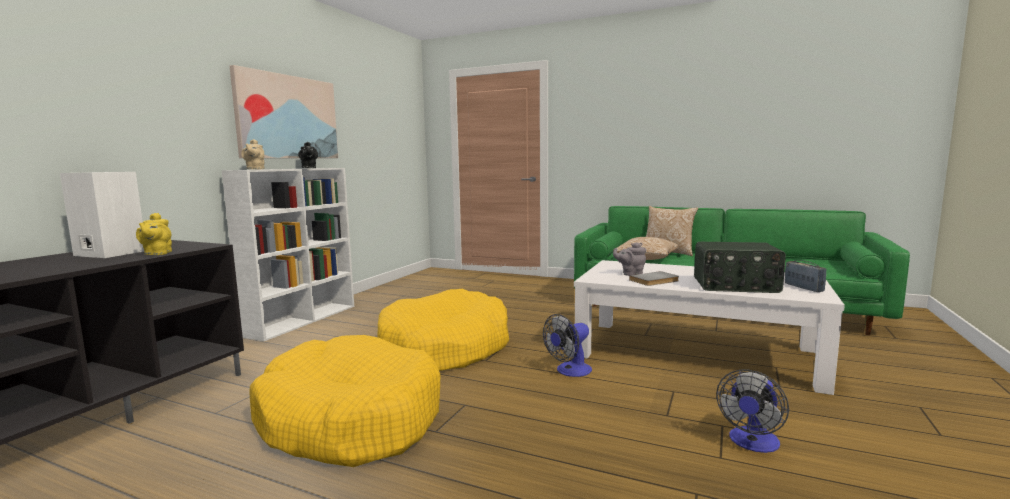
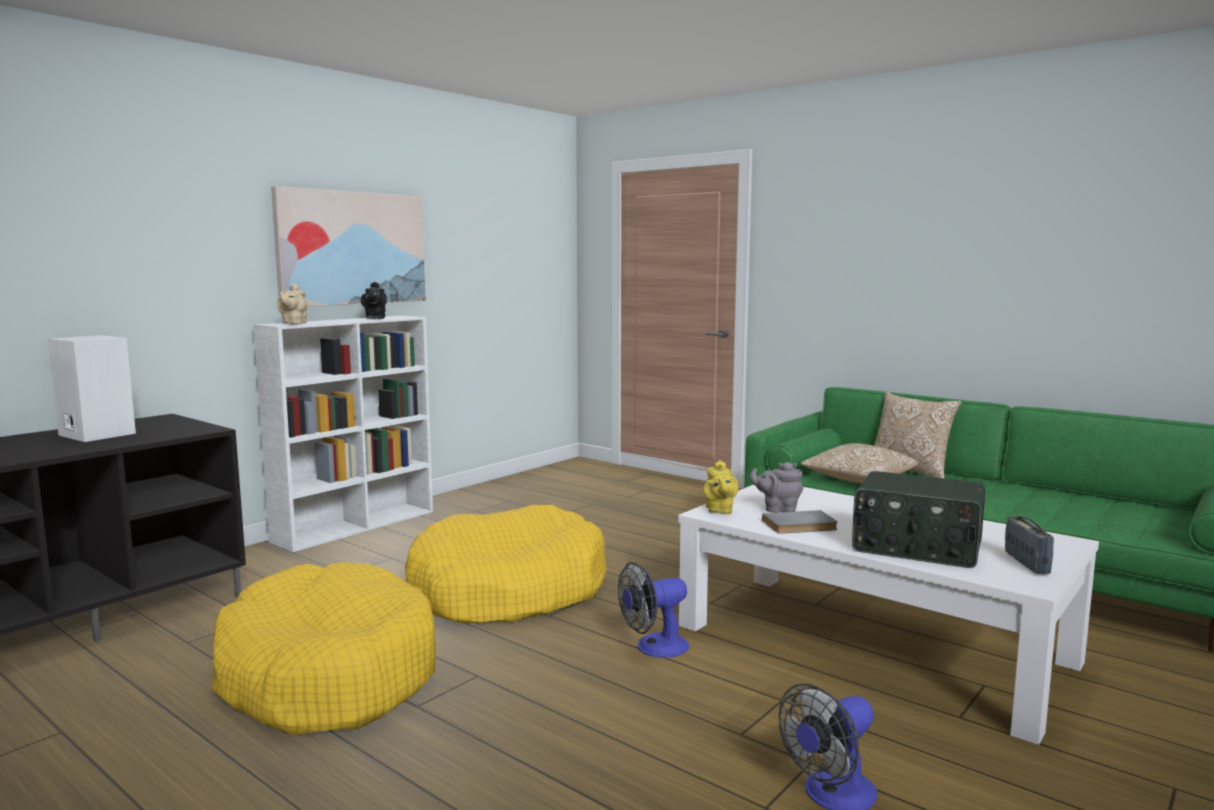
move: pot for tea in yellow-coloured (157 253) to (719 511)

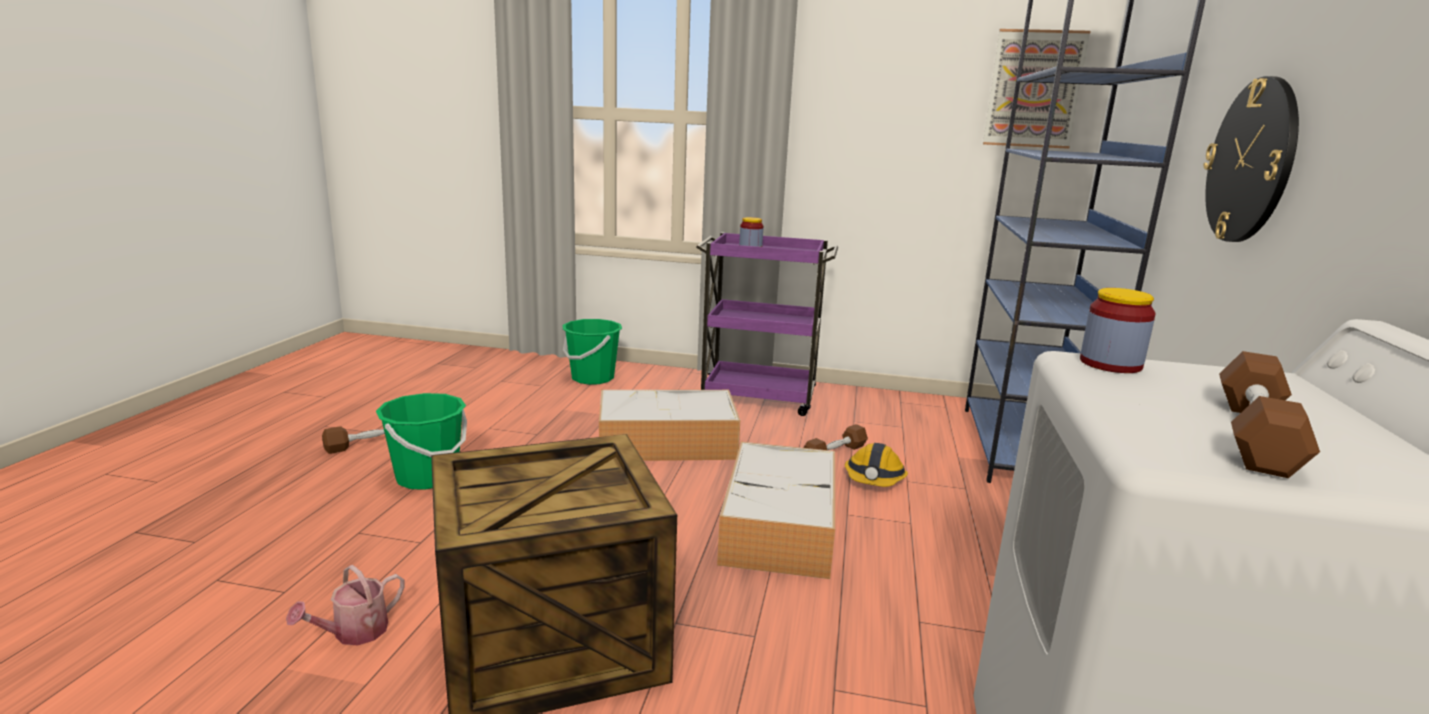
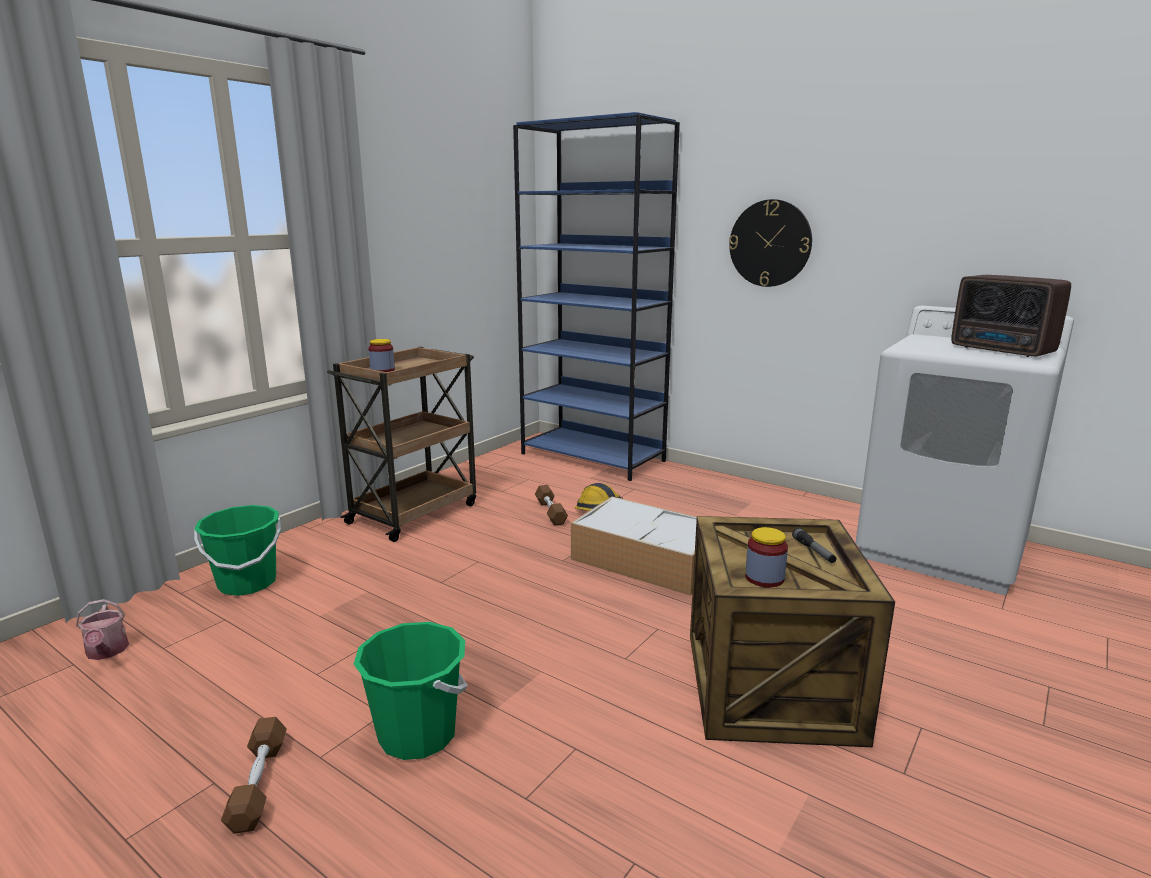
delete: storage box (664 442); wall art (1034 89)
insert: flashlight (813 551)
move: sprinkling can (354 633) to (106 652); jar (1110 364) to (764 578)
replace: dumbbell in brown (1255 435) to radio (1003 351)
recolor: wheeled cart in purple (759 398) to wheeled cart in brown (415 513)

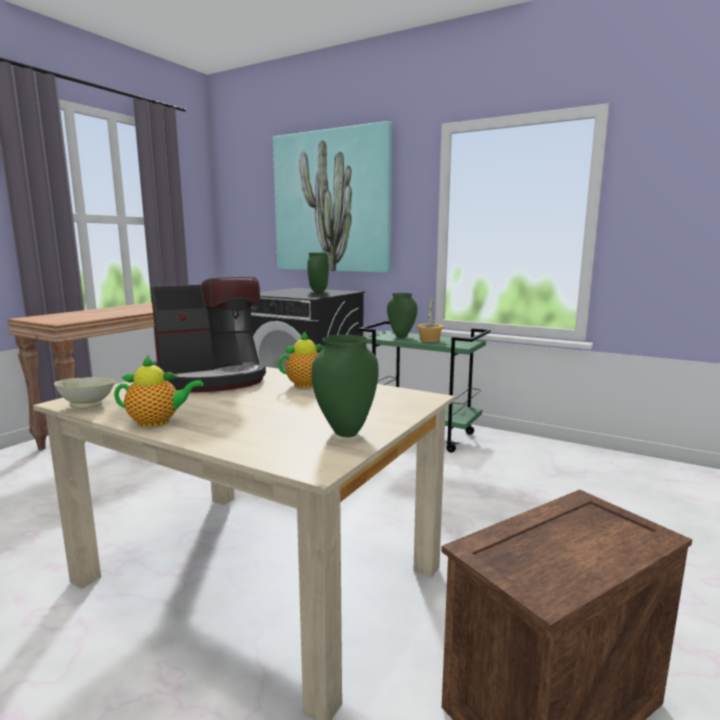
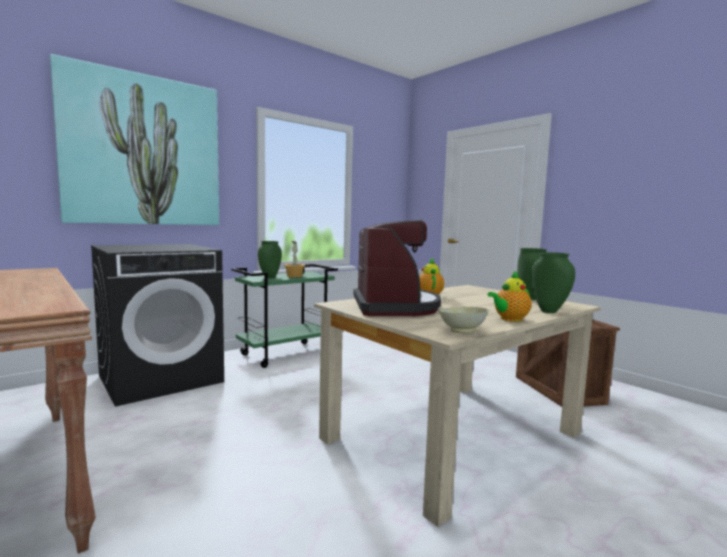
move: decorative vase in green-coloured (318 291) to (548 311)
rotate: pot for tea (158 422) = (509 319) 135 degrees counterclockwise

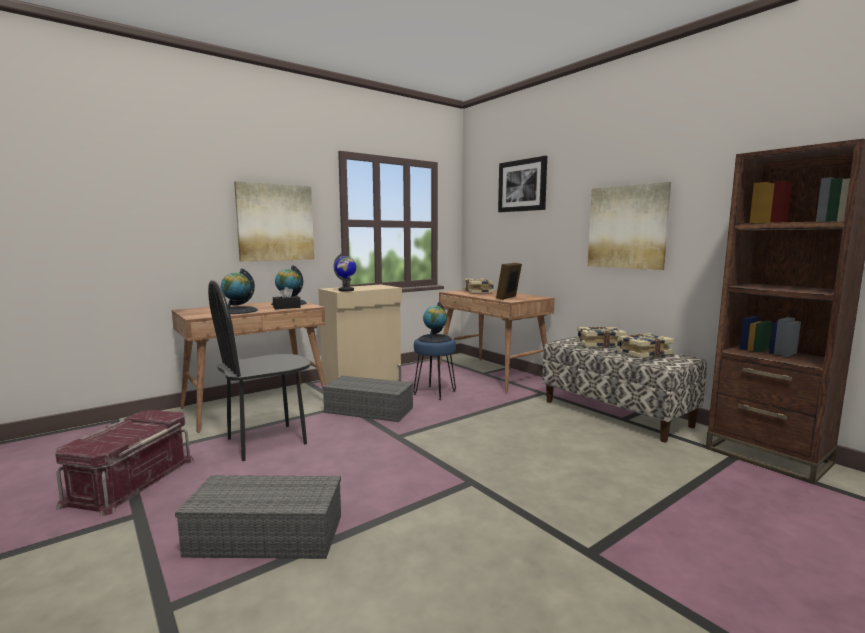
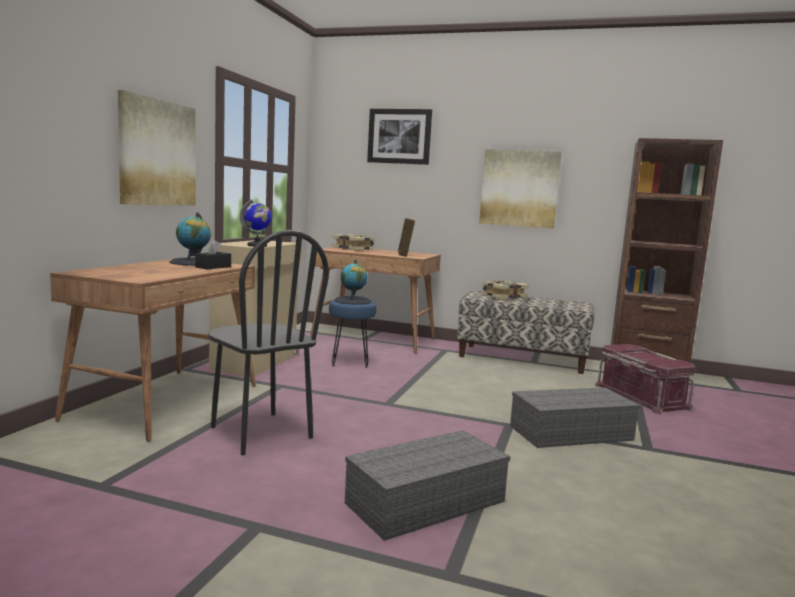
delete: desk globe (237 311); volume (643 353)
move: storage box in red (130 480) to (640 396); storage box in grey (370 410) to (571 432)
rotate: chair in black-coloured (267 441) = (260 432) 60 degrees counterclockwise

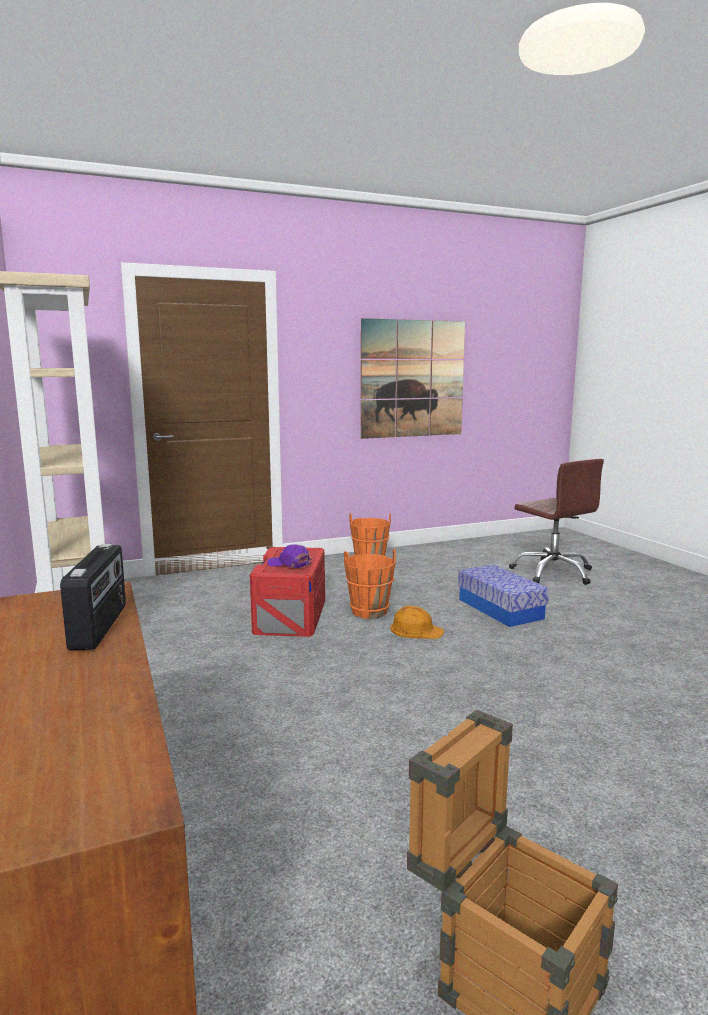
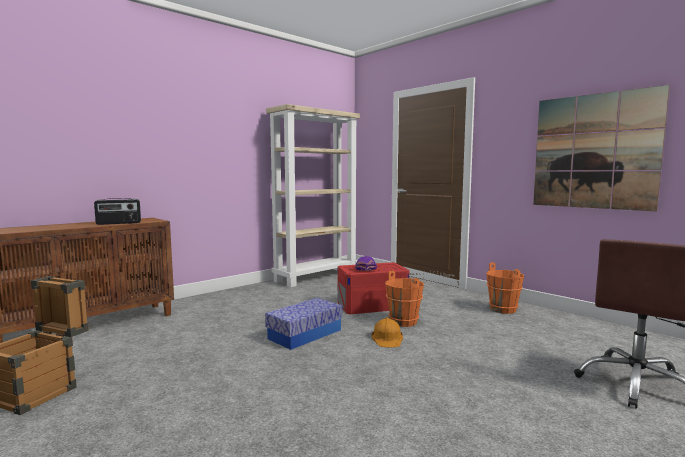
move: storage box (500 609) to (305 334)

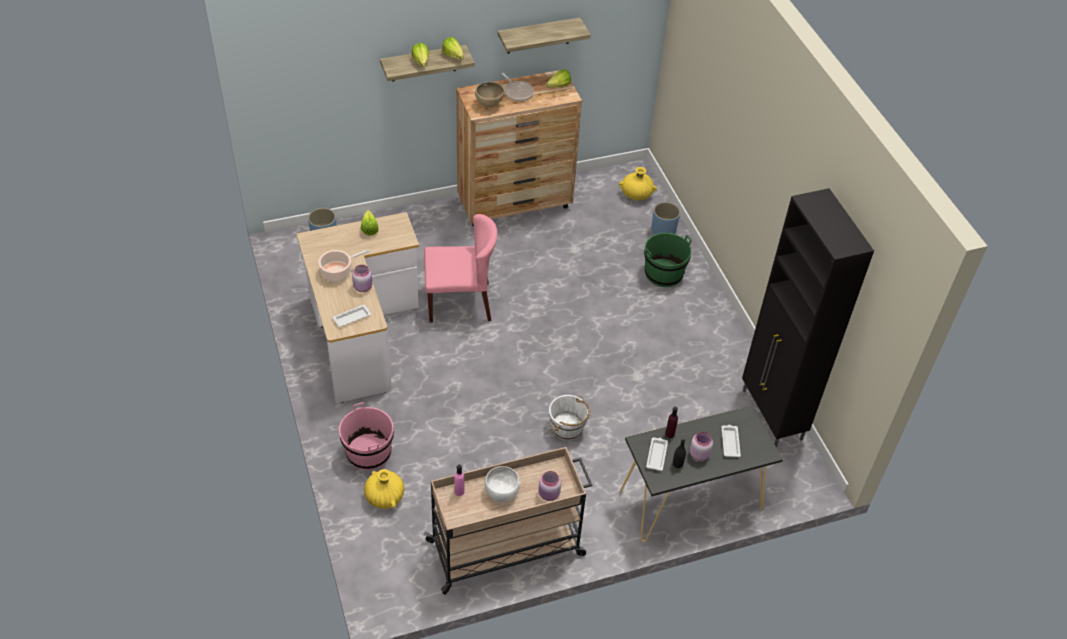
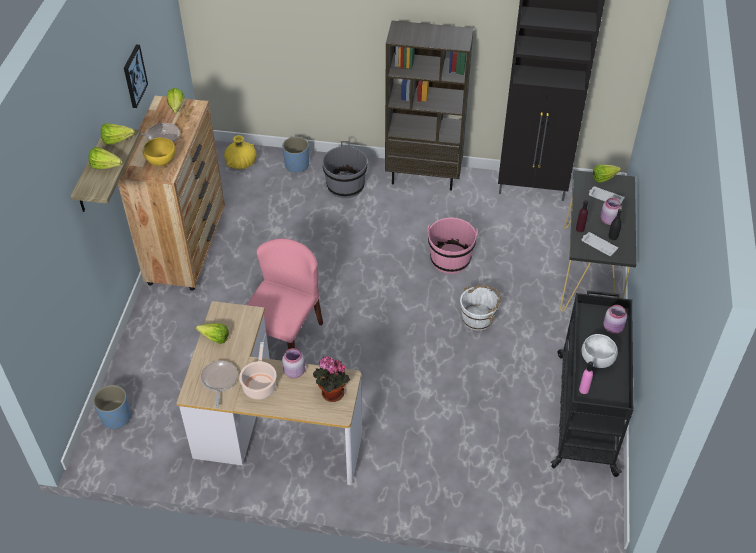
delete: decorative vase in yellow-coloured (385 497)
insert: frying pan (219 381); shelving unit in brown (424 177); lettuce head (606 178)
move: bucket in pink-coloured (368 452) to (450 259)
replace: serving tray in white-coloured (352 317) to potted plant (331 394); wall shelf (538 36) to wall art (134 76)
recolor: wheeled cart in beige-coloured (507 548) to wheeled cart in black-coloured (585 411); serving bowl in brown (489 104) to serving bowl in yellow-coloured (161 162); bucket in green-coloured (663 273) to bucket in grey (345 186)

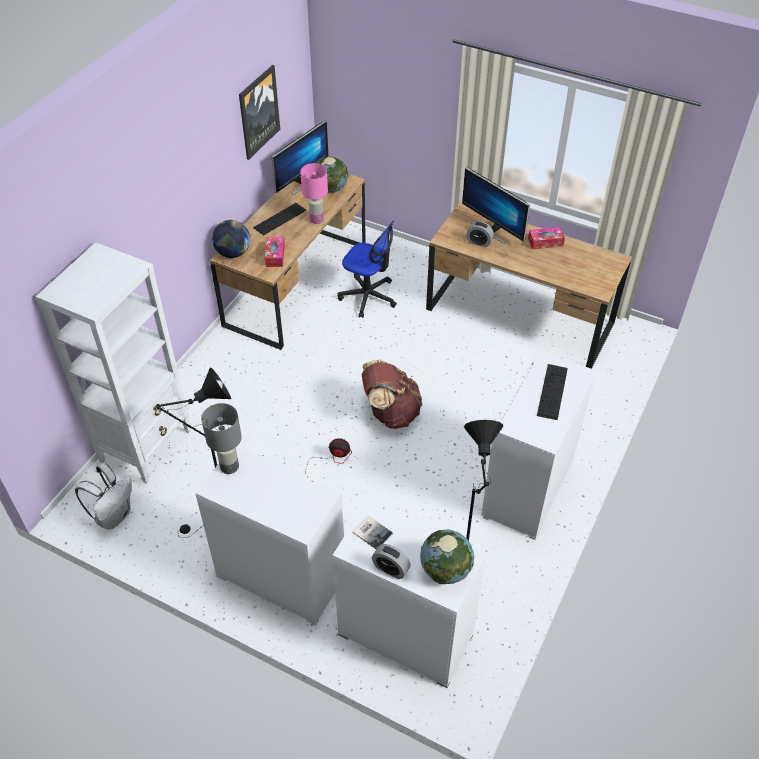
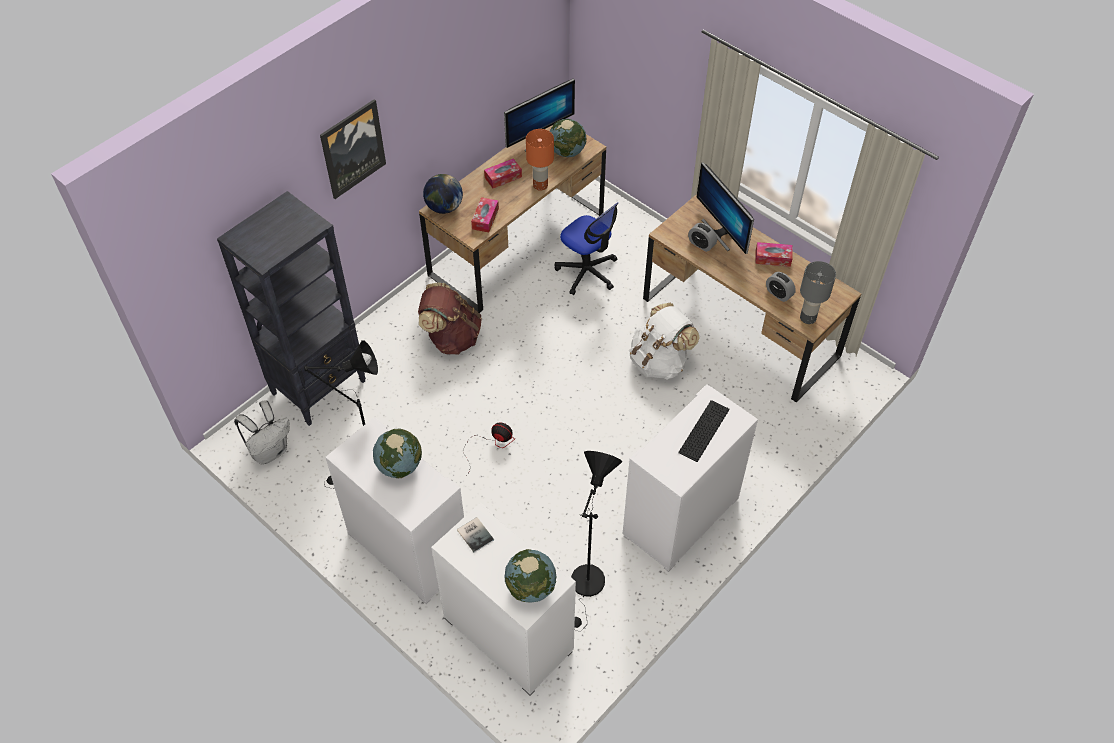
insert: desk globe (399 466); backpack in white-coloured (659 361)
move: table lamp in grey (229 467) to (807 318); wall art (258 112) to (352 148); backpack in brown (390 413) to (451 337); table clock (390 569) to (778 294)
replace: PC keyboard (280 219) to tissue box (503 177)
recolor: shelving unit in white-coloured (146 445) to shelving unit in black-coloured (319 387); table lamp in pink-coloured (316 219) to table lamp in orange (540 185)

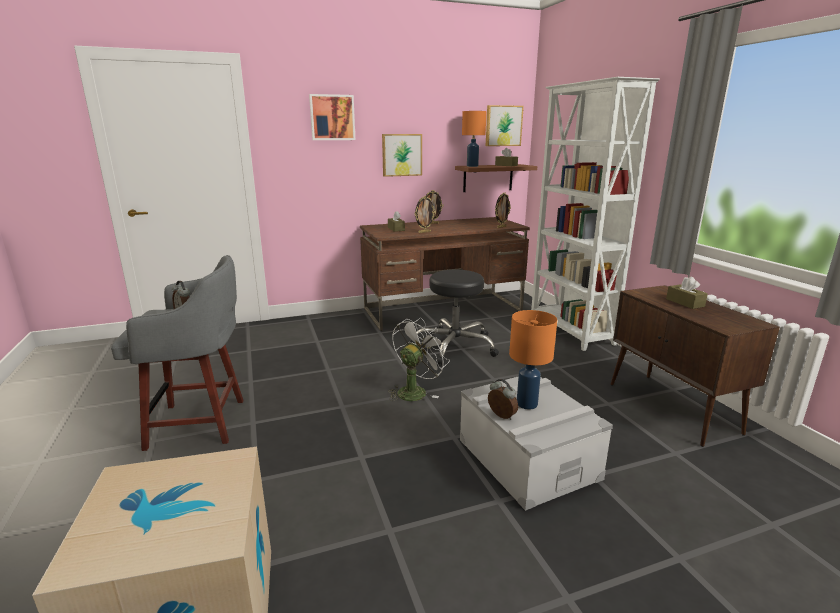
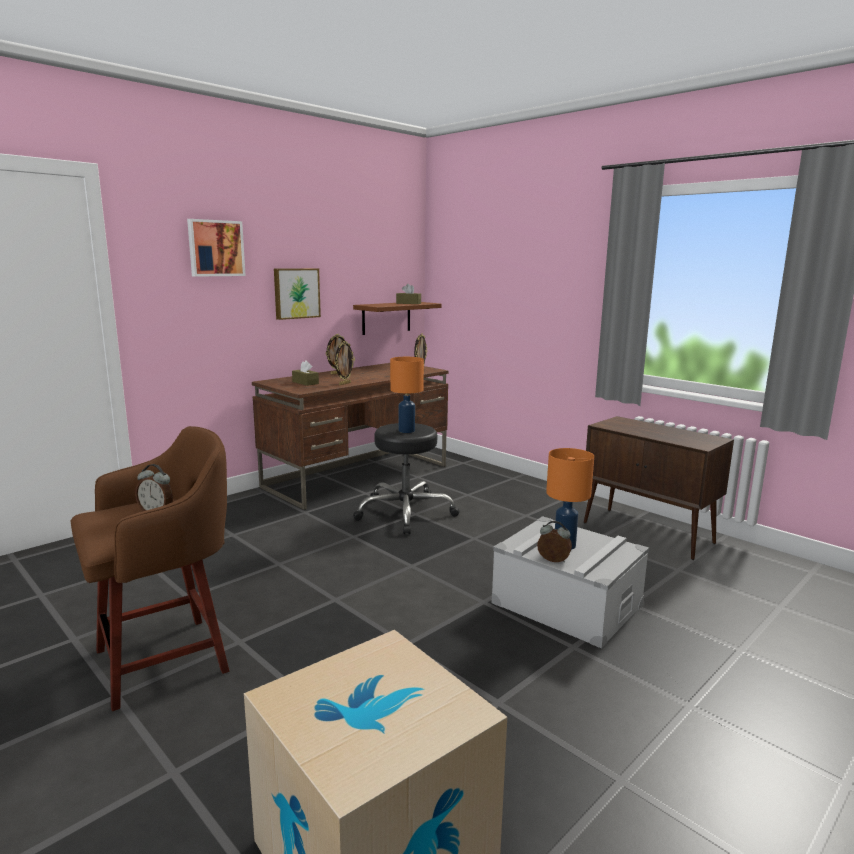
delete: cooling fan in white-coloured (415 391); wall art (503 126); shelving unit in white-coloured (570 331); tissue box in brown (685 302)
move: table lamp in orange (472 166) to (406 431)
recolor: sitting stool in grey (201 423) to sitting stool in brown (167 659)

